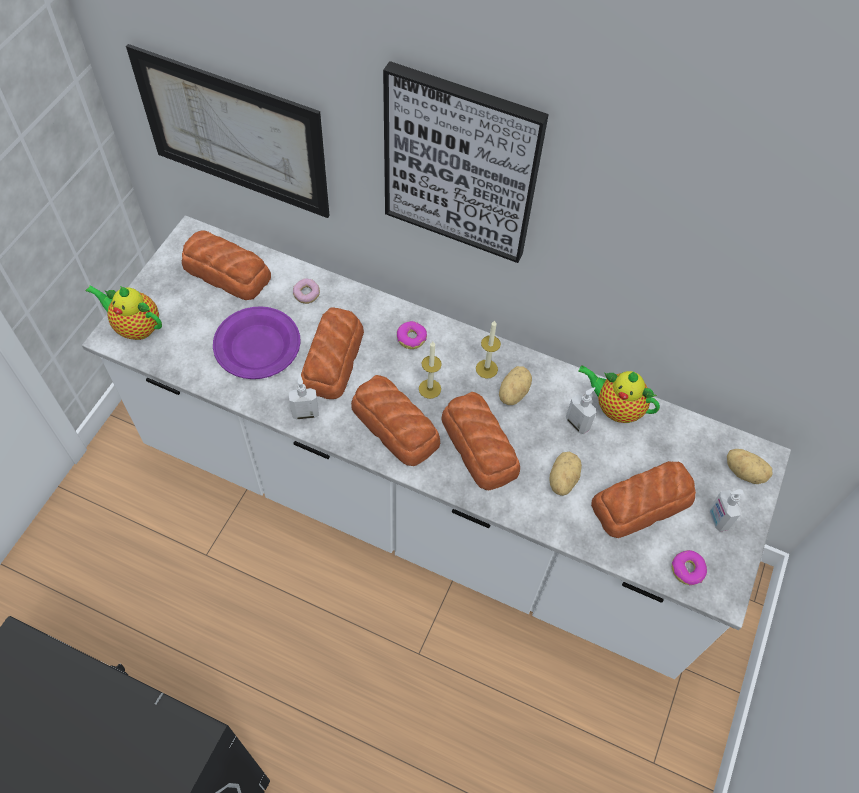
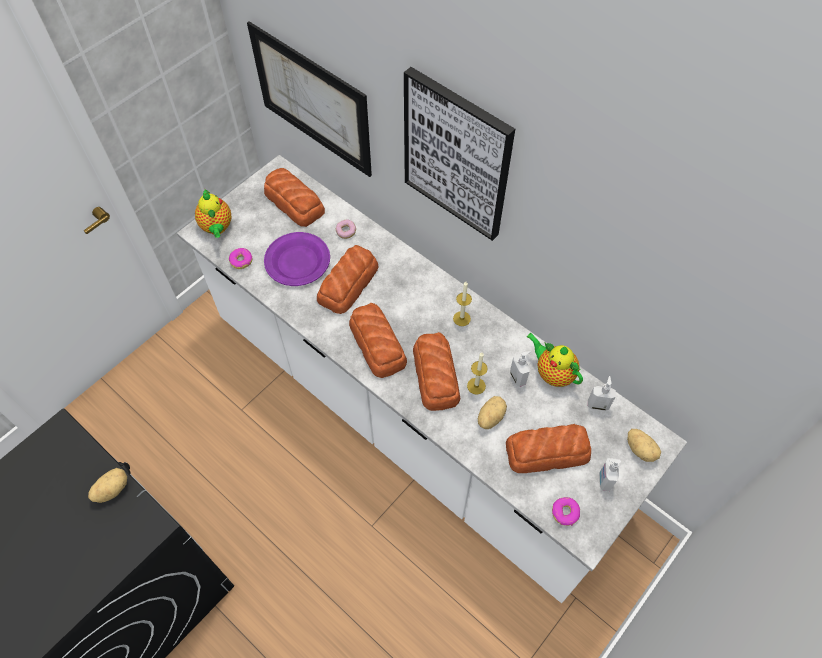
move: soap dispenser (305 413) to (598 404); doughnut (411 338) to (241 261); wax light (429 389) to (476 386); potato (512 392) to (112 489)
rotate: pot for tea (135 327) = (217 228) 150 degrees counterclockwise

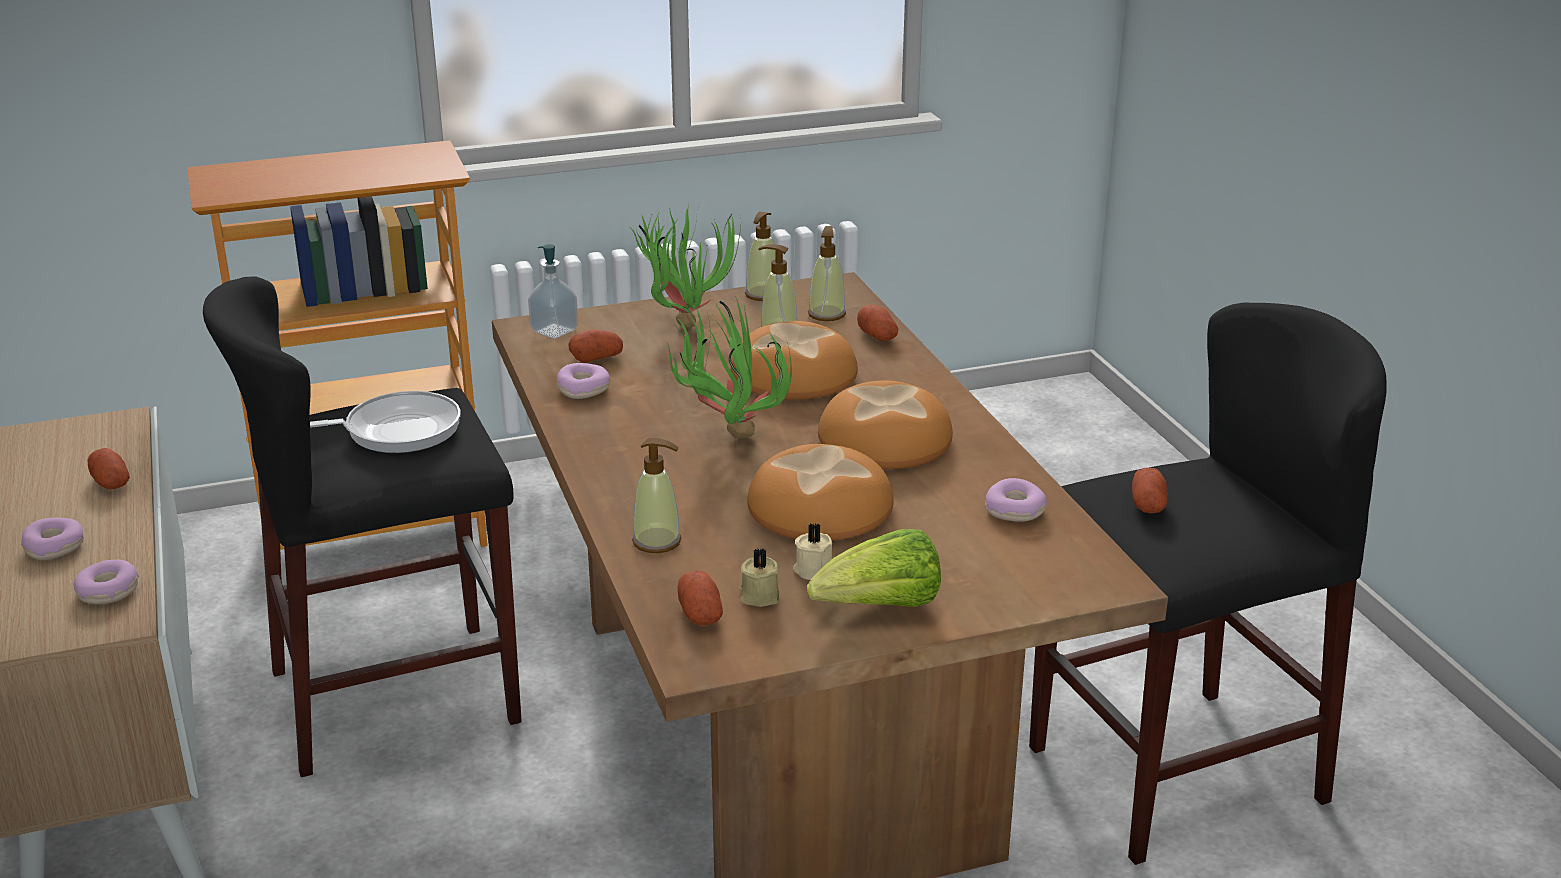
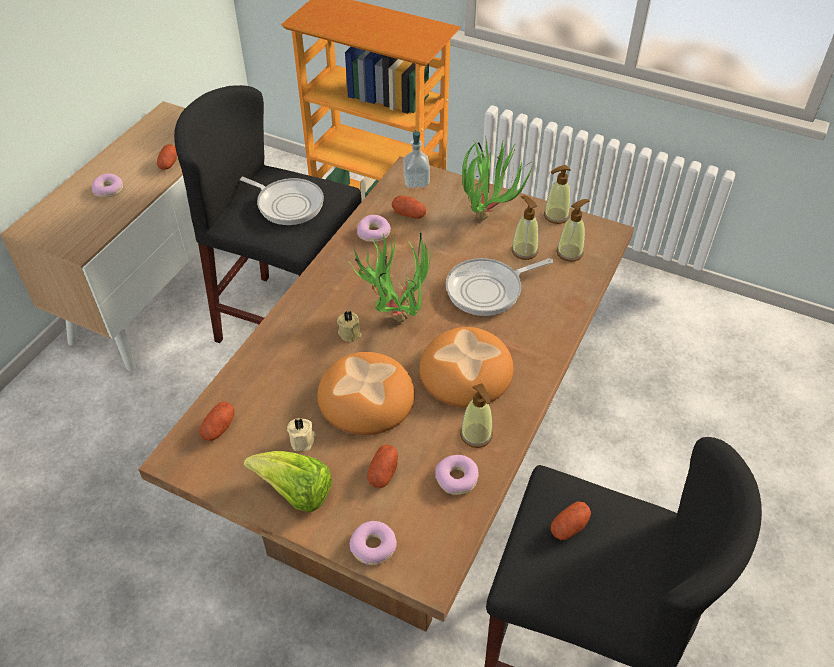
move: doughnut (108 592) to (373 547); soap dispenser (657 541) to (476 435); wax light in beige-coloured (759 596) to (350 332); potato (877 336) to (383 473)
replace: bakery bread (795 374) to frying pan (488 290)

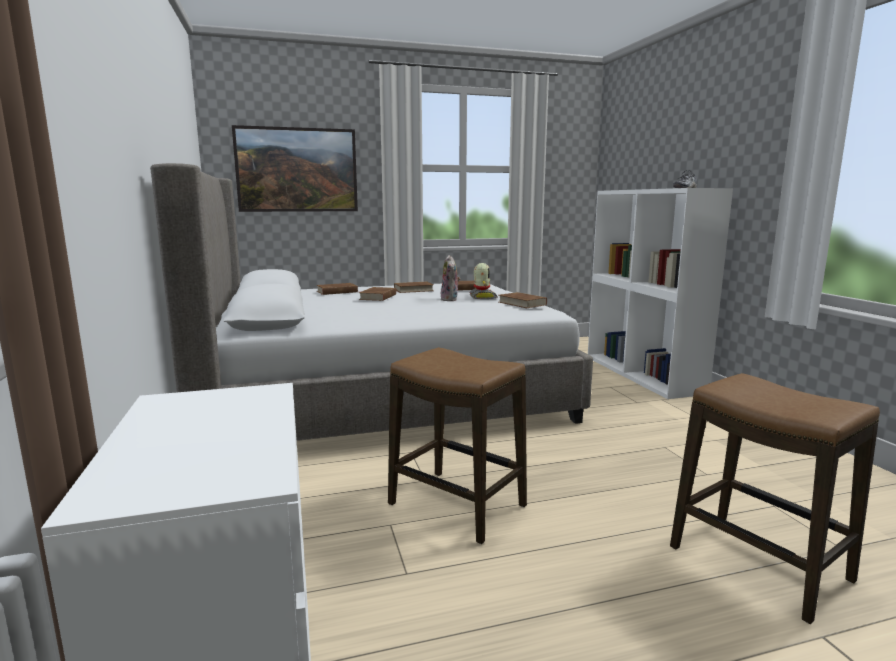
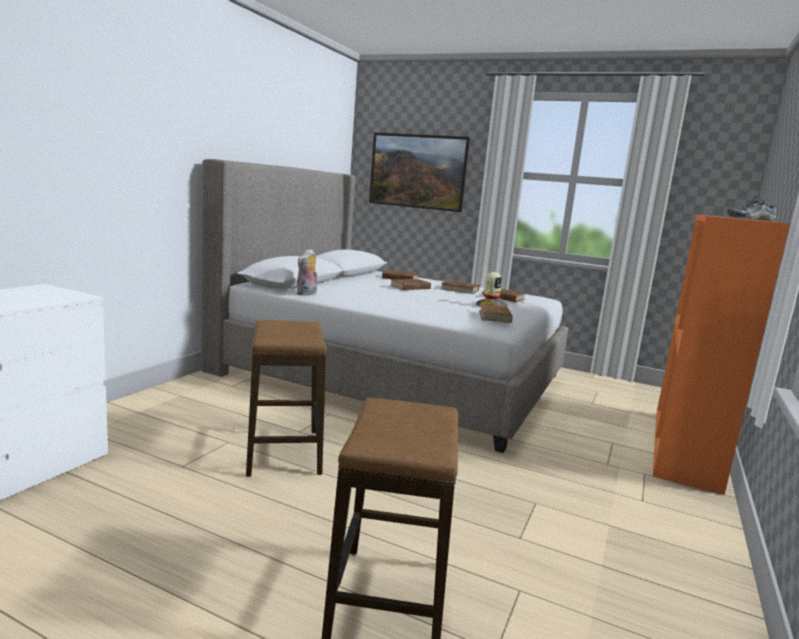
move: cuddly toy (450 300) to (307 294)
recolor: shelving unit in white-coloured (643 374) to shelving unit in orange (686 448)

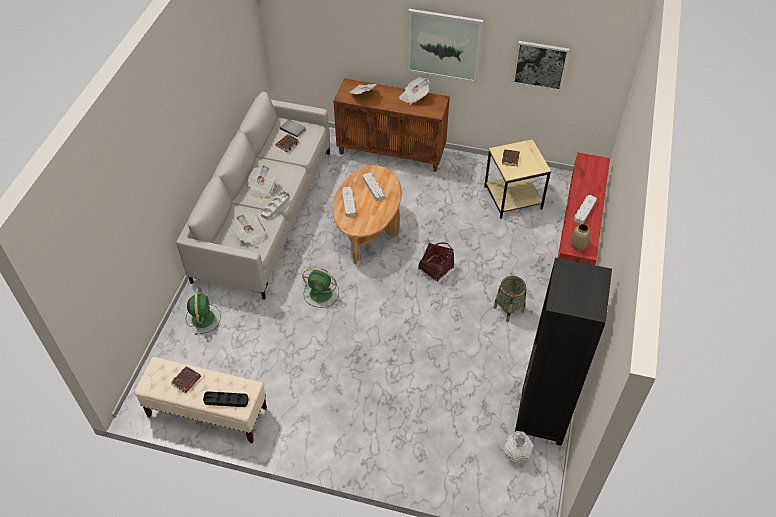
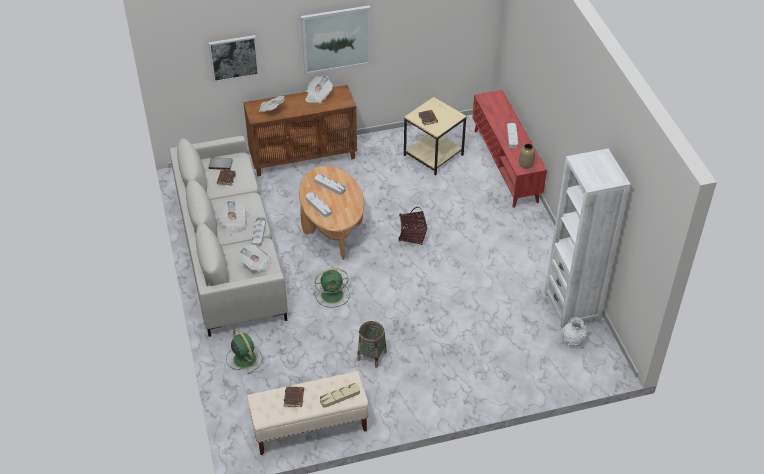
move: basket (508 309) to (371 355); wall art (540 65) to (233 58)
recolor: serving tray in black-coloured (226 400) to serving tray in beige-coloured (340 396); shelving unit in black-coloured (541 415) to shelving unit in white-coloured (572 306)

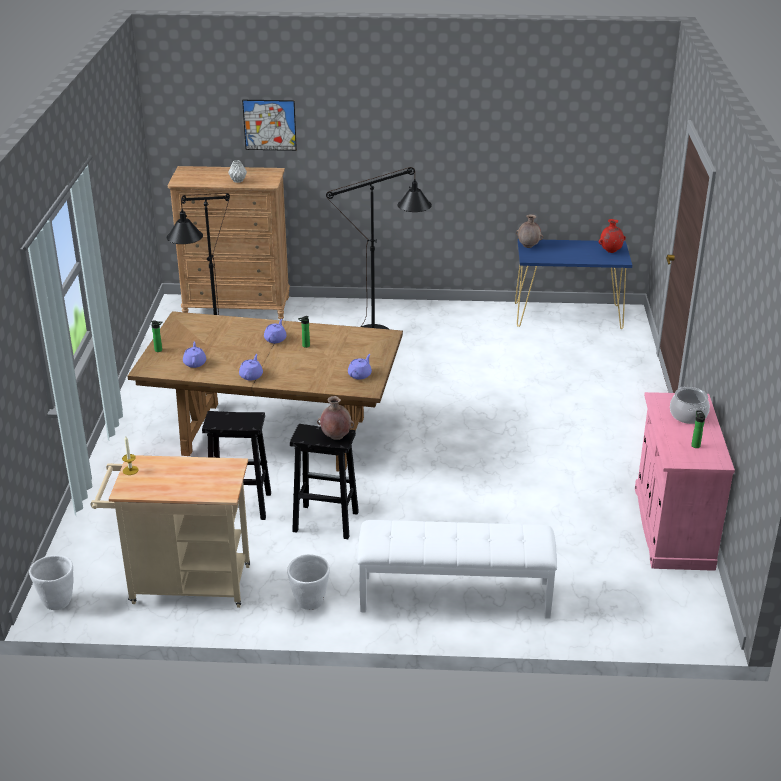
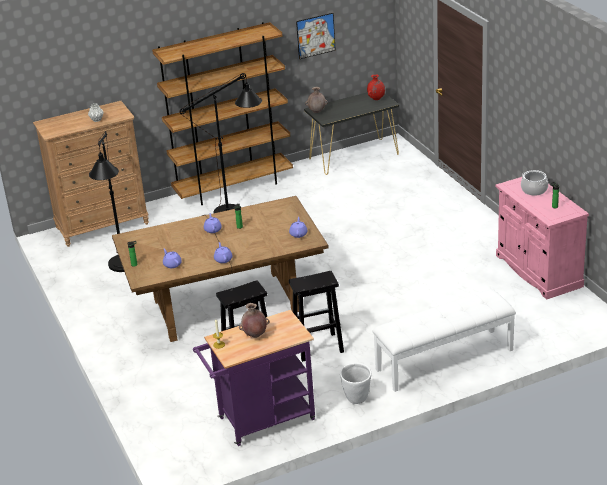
delete: flower pot in white-coloured (57 602)
insert: shelving unit in brown (233 187)
move: wall art (269 125) to (315 35); decorative vase in brown (336 437) to (255 335)
recolor: wheeled cart in beige-coloured (183 585) to wheeled cart in purple (261 421); narrow table in blue-coloured (568 316) to narrow table in black-coloured (354 156)

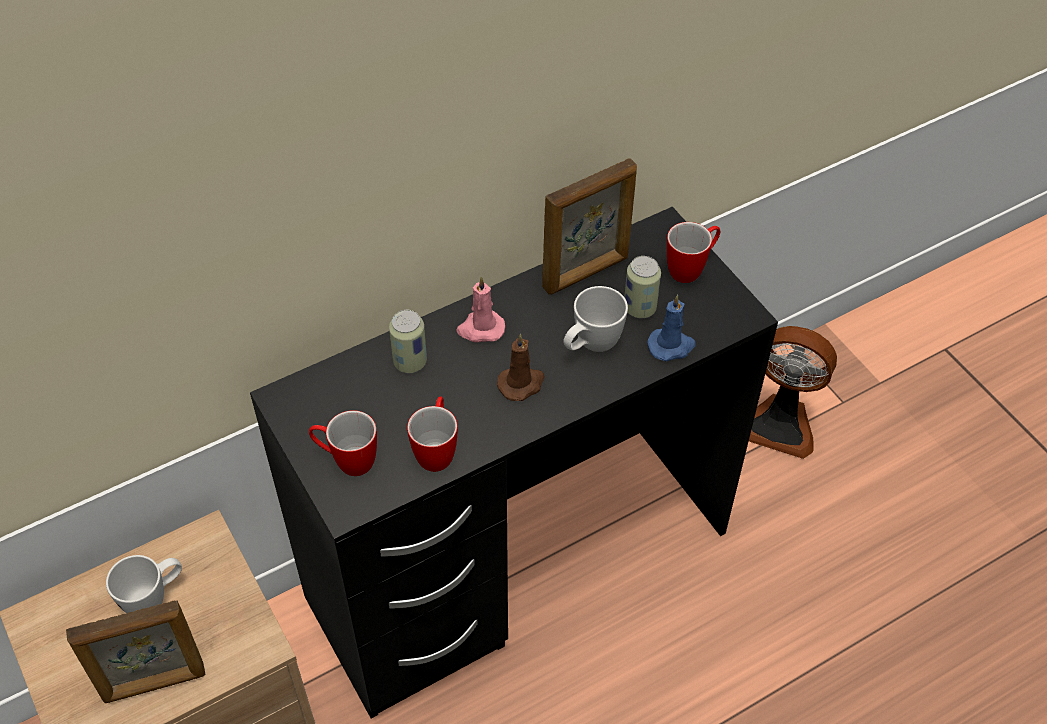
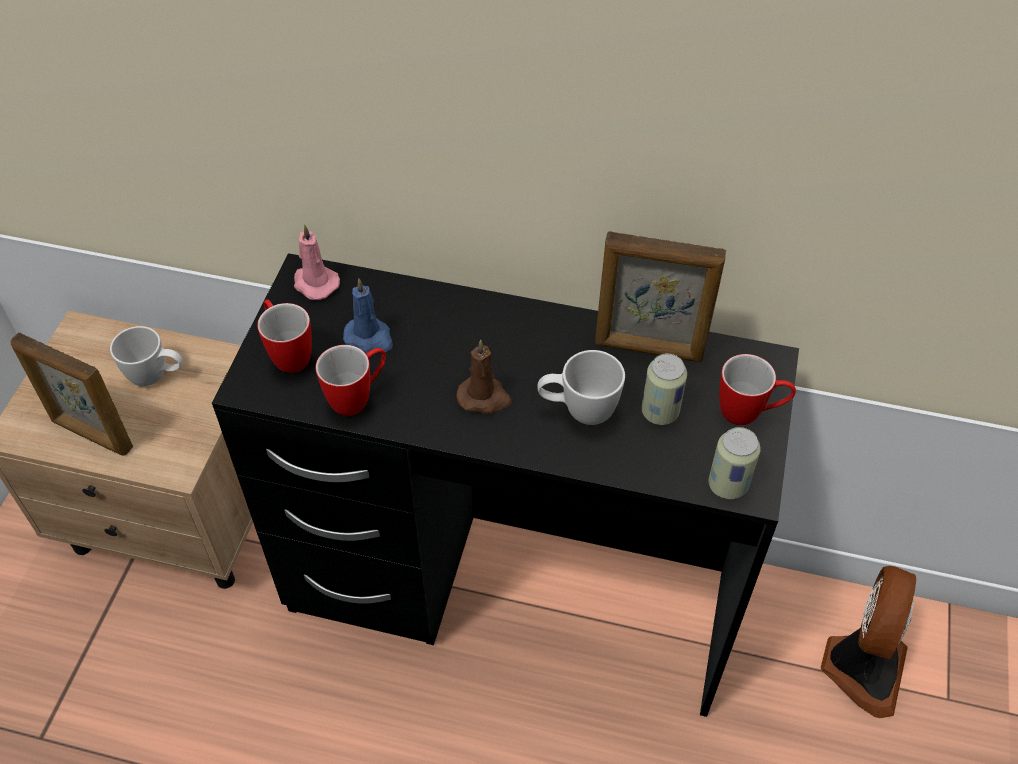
move: metal can (410 362) to (728 485); wax light in pink-coloured (480 329) to (314 283); wax light in blue-coloured (671 346) to (369 338)
rotate: cooling fan (779 424) = (861 667) 135 degrees counterclockwise

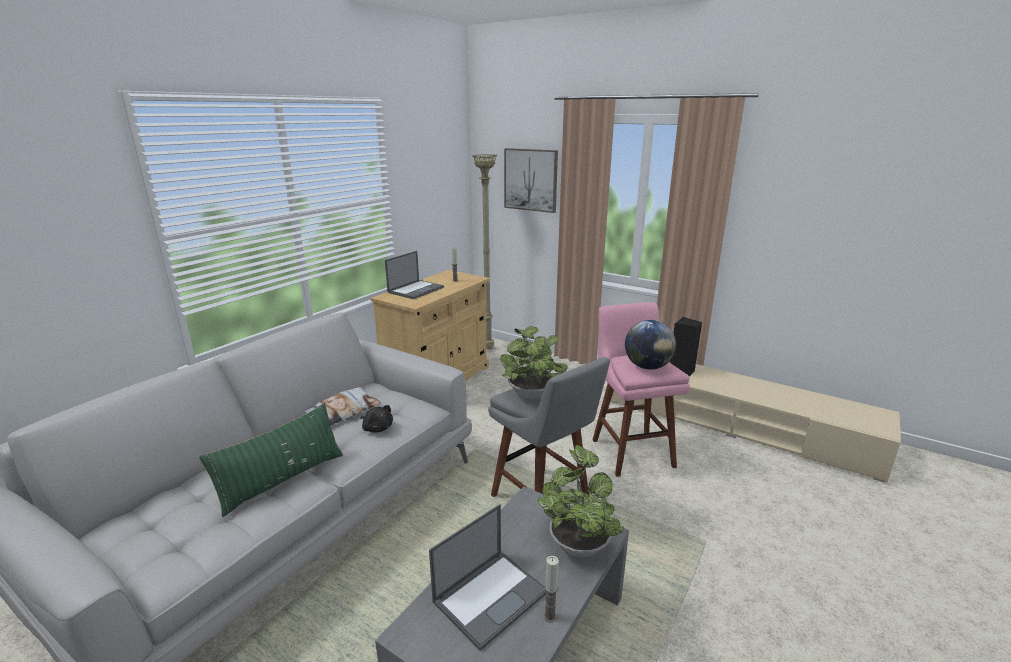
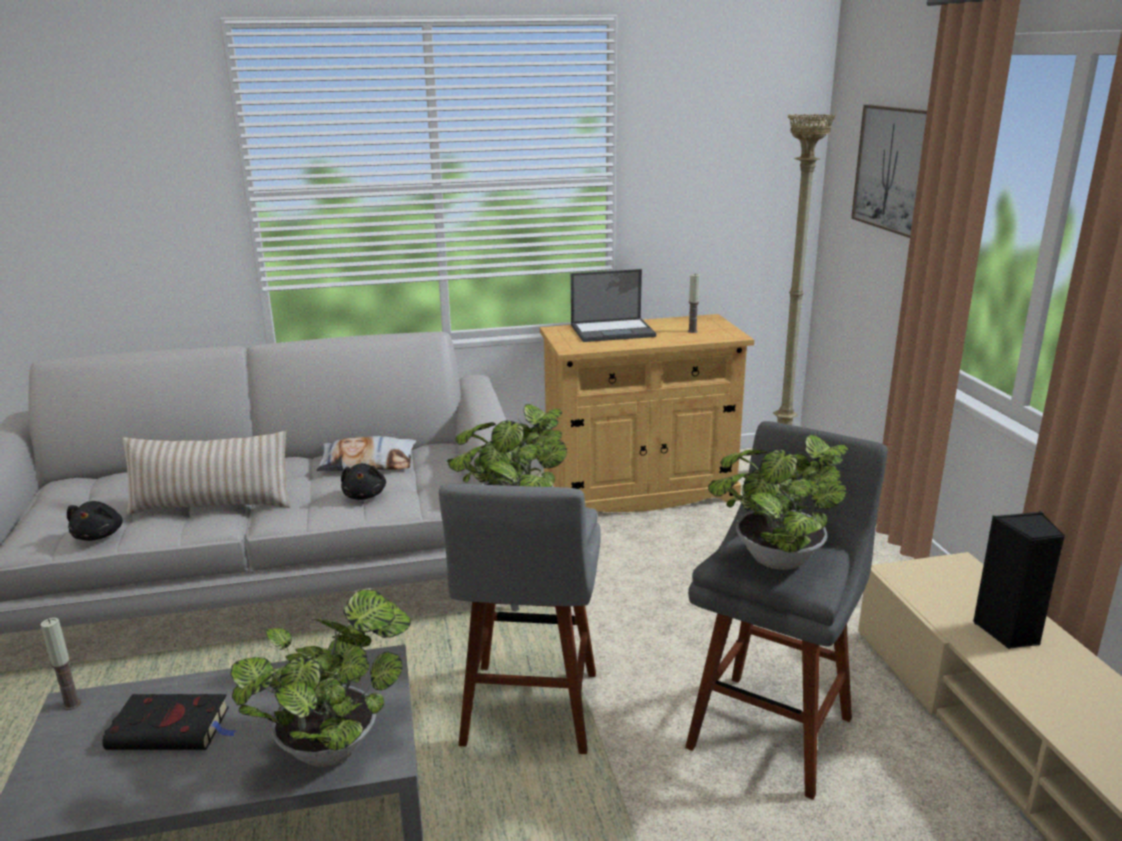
insert: cuddly toy in black-coloured (99 535)
move: wax light (550 616) to (72 704)
replace: portable computer (491 596) to volume in black-coloured (173 729); desk globe (647 367) to potted plant (773 561)
recolor: pillow in green-coloured (282 479) to pillow in beige-coloured (212 505); sitting stool in pink-coloured (630 450) to sitting stool in grey (773 726)

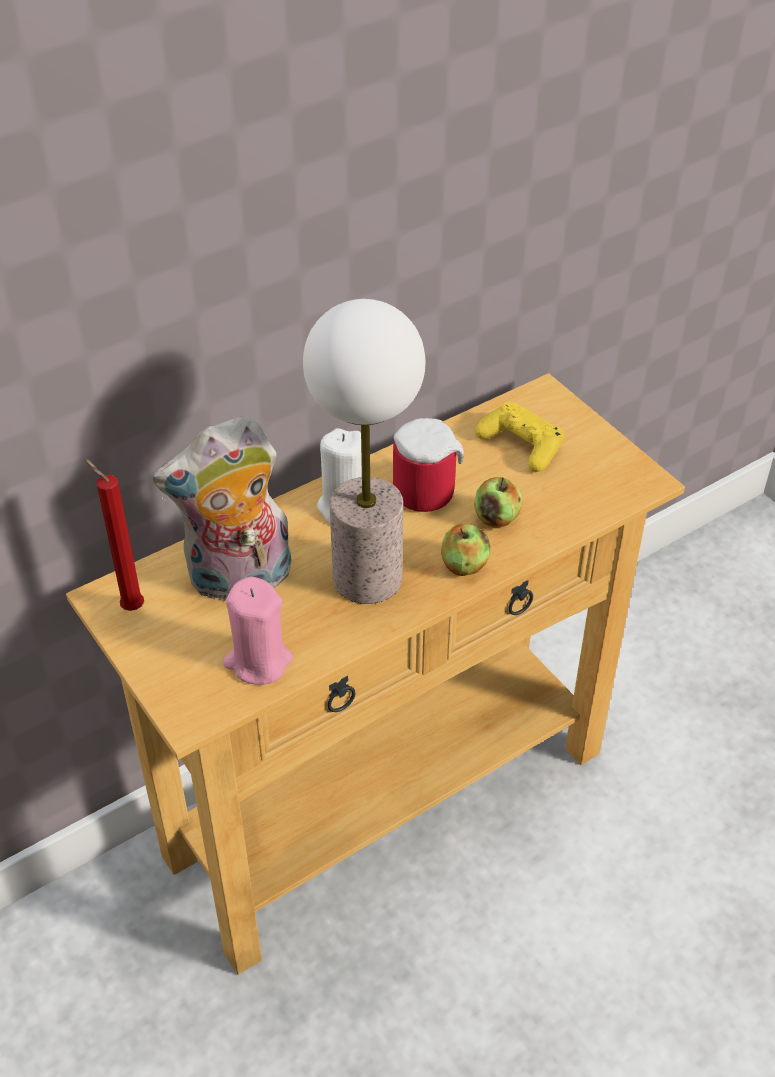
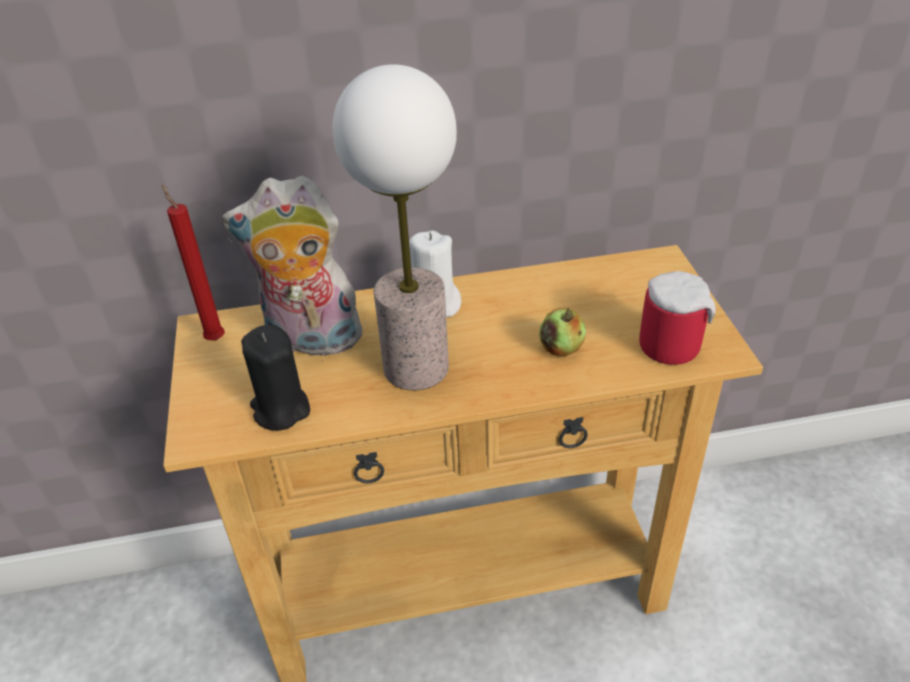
delete: apple (464 565); joypad in yellow-coloured (521 444)
move: mug (426 486) to (673 341)
recolor: wax light in pink-coloured (258 661) to wax light in black-coloured (280 409)

